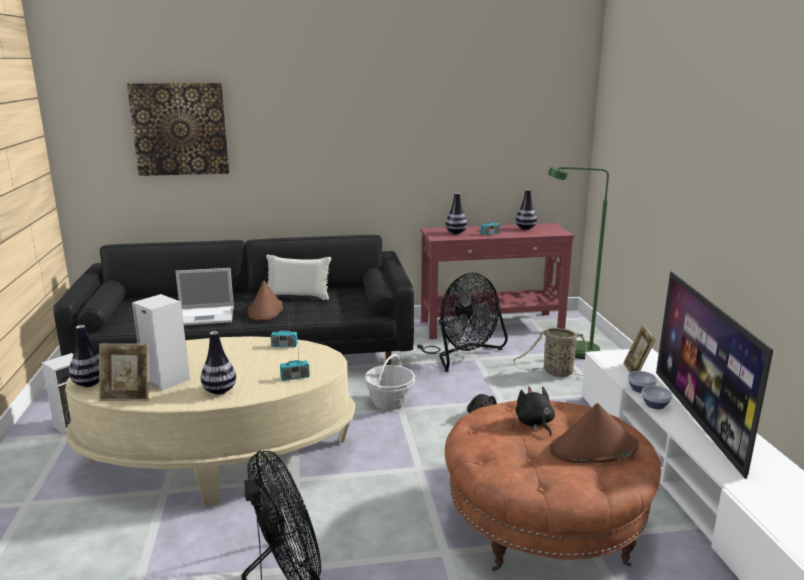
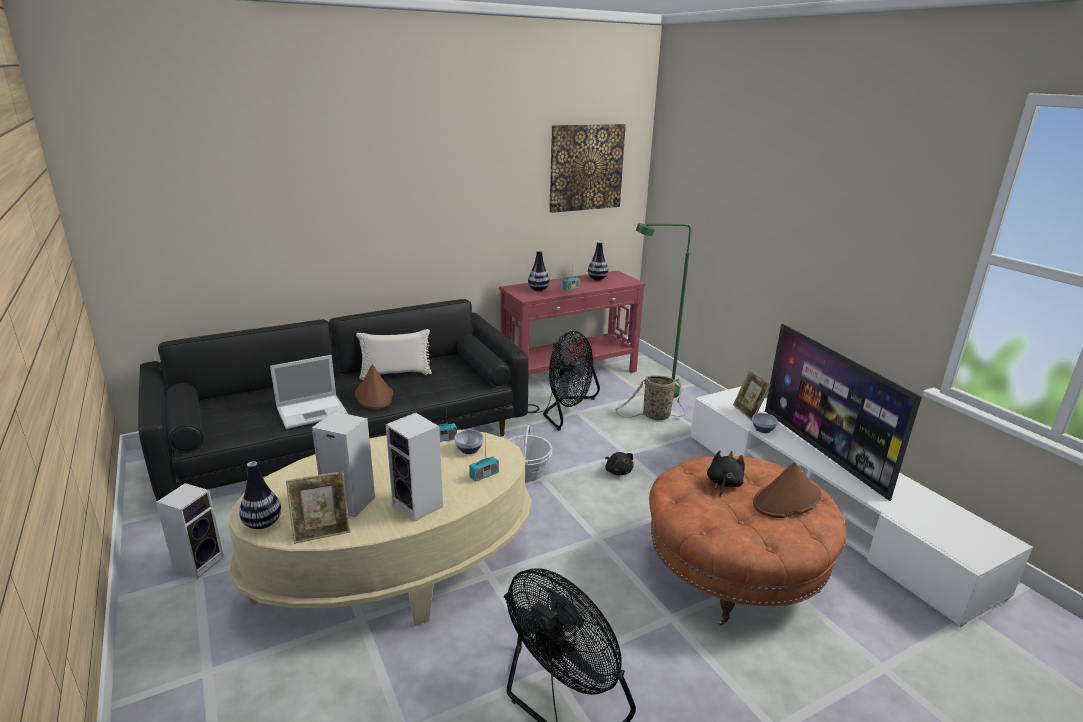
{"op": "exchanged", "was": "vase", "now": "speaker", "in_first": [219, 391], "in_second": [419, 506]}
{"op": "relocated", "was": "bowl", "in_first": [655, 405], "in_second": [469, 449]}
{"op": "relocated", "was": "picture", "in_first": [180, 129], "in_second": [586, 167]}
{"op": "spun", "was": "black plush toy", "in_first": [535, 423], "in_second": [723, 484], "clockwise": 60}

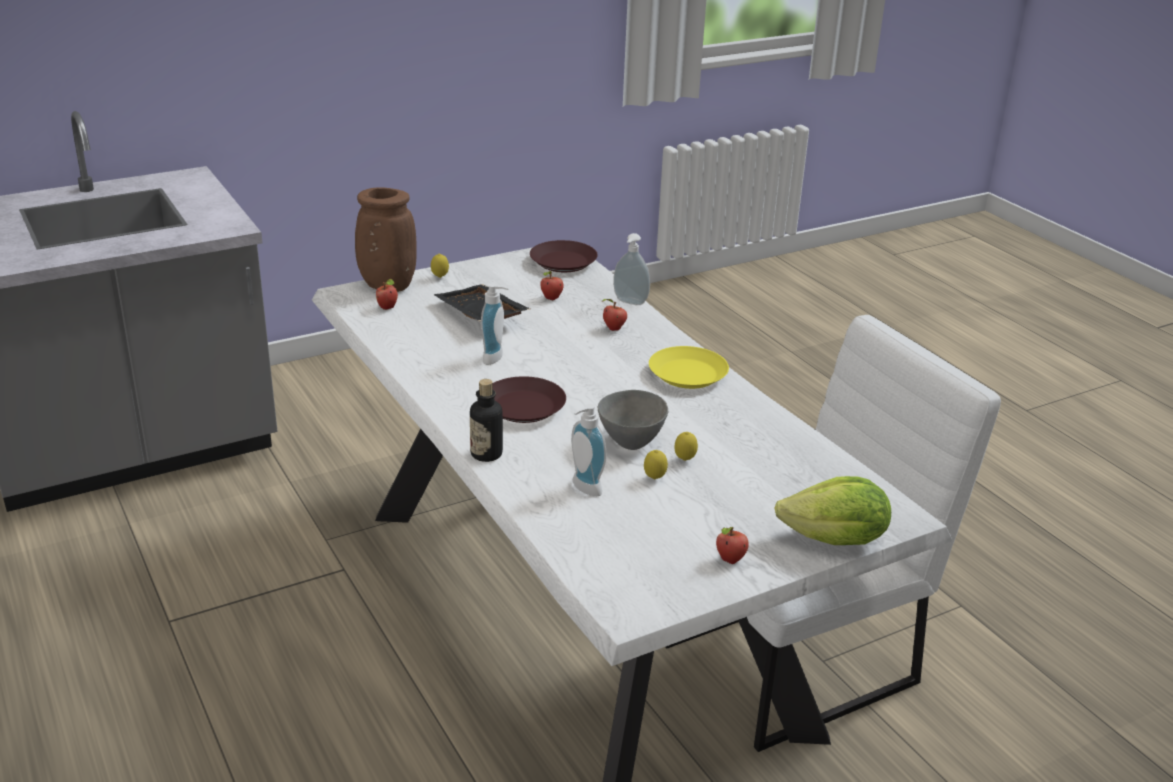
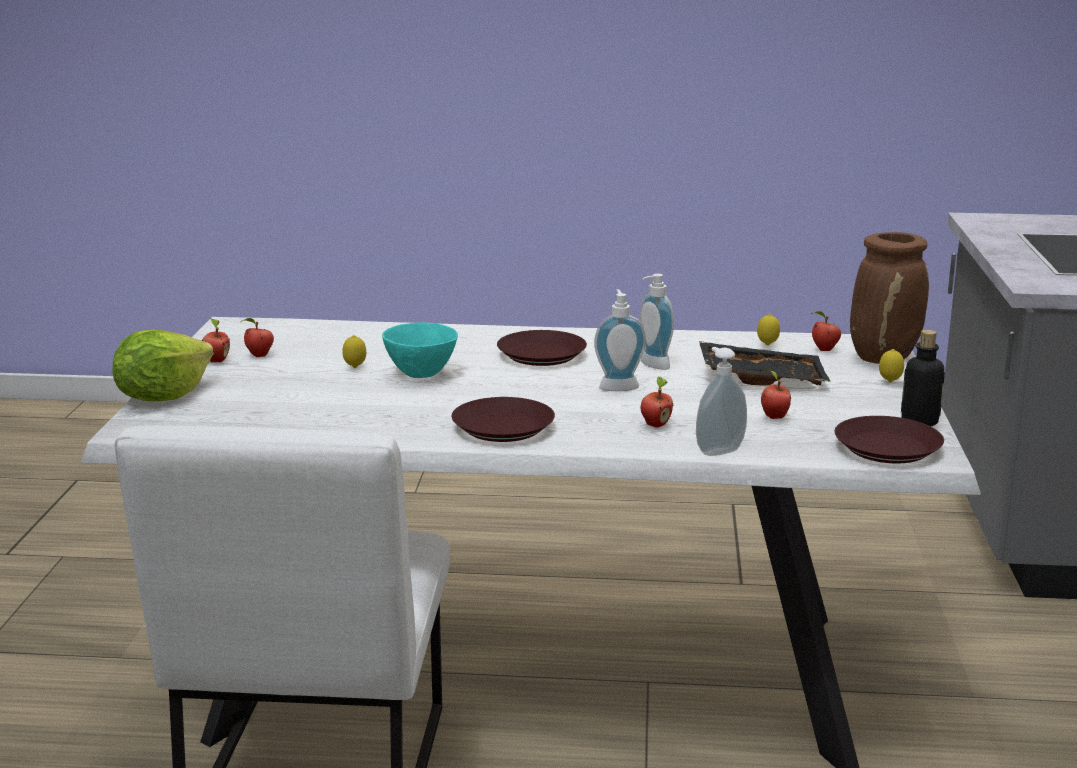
{"op": "appeared", "now": "apple", "in_second": [258, 356]}
{"op": "colour", "was": "grey bowl", "now": "turquoise bowl", "in_first": [630, 442], "in_second": [422, 374]}
{"op": "colour", "was": "yellow plate", "now": "brown plate", "in_first": [687, 374], "in_second": [502, 427]}
{"op": "relocated", "was": "soap dispenser", "in_first": [583, 489], "in_second": [618, 386]}
{"op": "relocated", "was": "lemon", "in_first": [684, 460], "in_second": [767, 345]}
{"op": "relocated", "was": "bottle", "in_first": [486, 454], "in_second": [919, 421]}

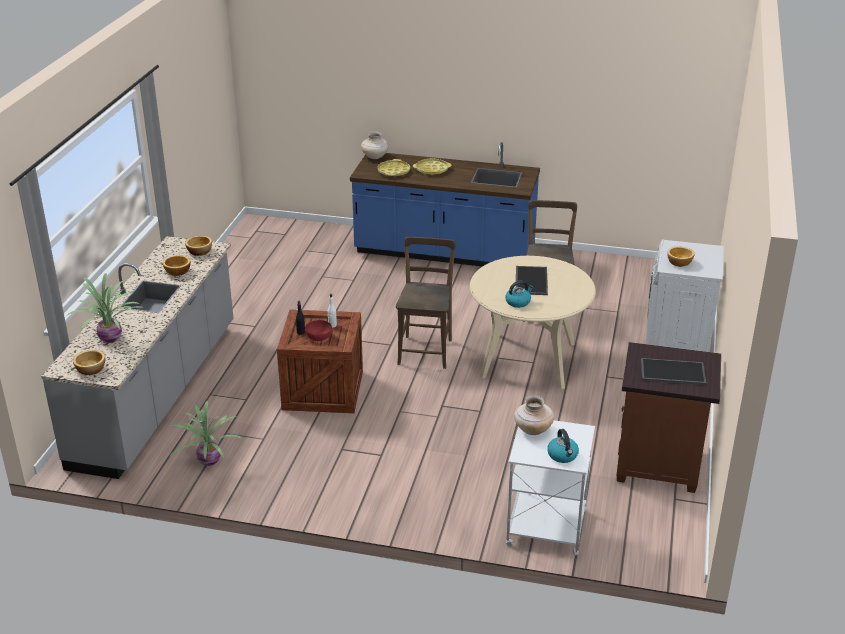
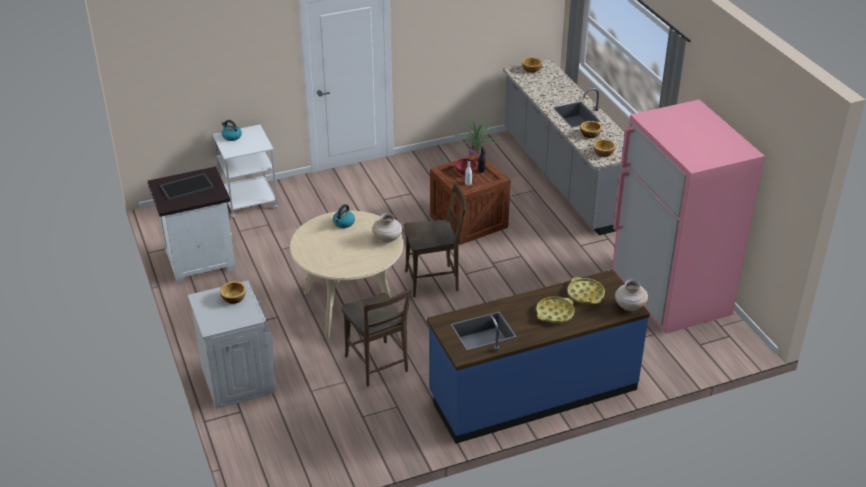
{"op": "colour", "was": "brown cabinet", "now": "white cabinet", "in_first": [660, 466], "in_second": [198, 262]}
{"op": "relocated", "was": "beige vase", "in_first": [533, 430], "in_second": [387, 239]}
{"op": "spun", "was": "brown chair", "in_first": [426, 350], "in_second": [435, 280], "clockwise": -75}
{"op": "appeared", "now": "pink fridge", "in_second": [670, 292]}
{"op": "missing", "was": "potted plant", "in_first": [111, 338]}
{"op": "missing", "was": "tray", "in_first": [530, 280]}

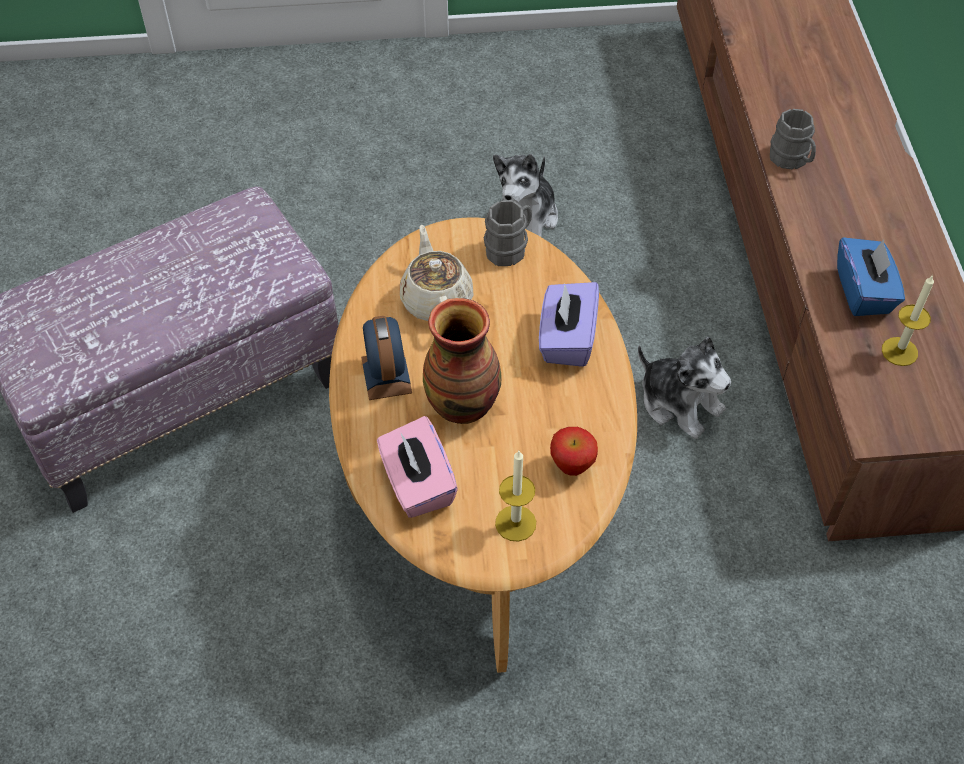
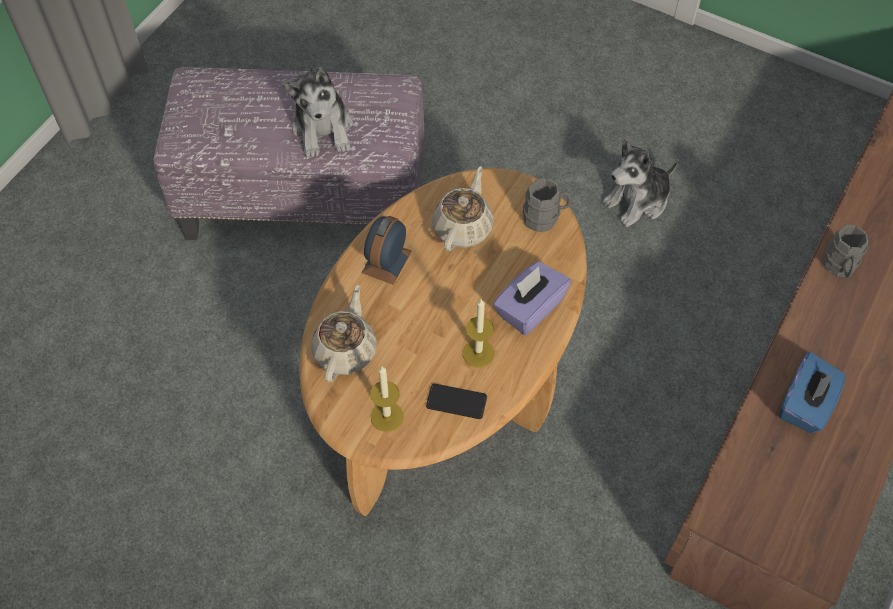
{"op": "relocated", "was": "plush toy", "in_first": [679, 403], "in_second": [323, 128]}
{"op": "exchanged", "was": "pink tissue box", "now": "beige teapot", "in_first": [417, 484], "in_second": [345, 350]}
{"op": "exchanged", "was": "apple", "now": "phone", "in_first": [572, 467], "in_second": [456, 402]}
{"op": "relocated", "was": "candle", "in_first": [899, 351], "in_second": [478, 353]}
{"op": "missing", "was": "vase", "in_first": [464, 404]}

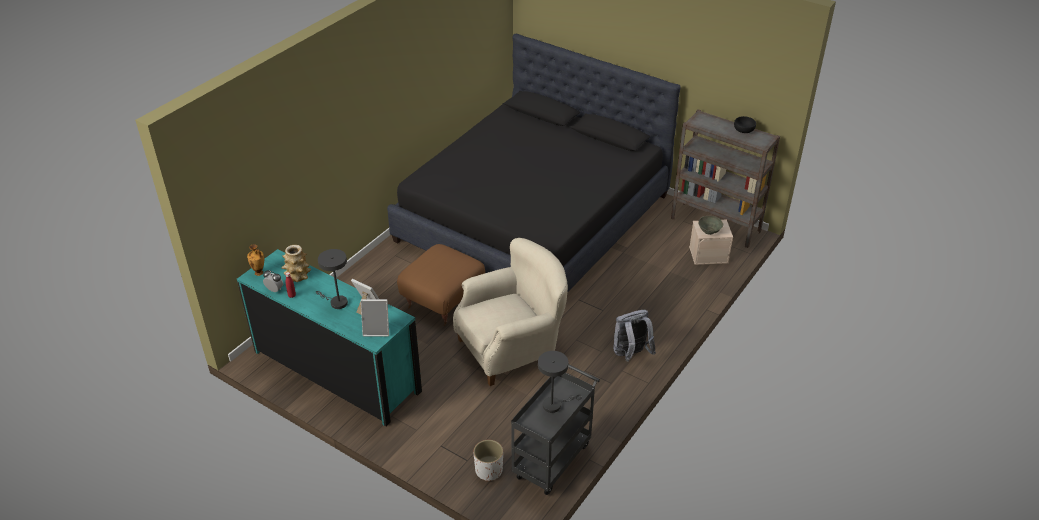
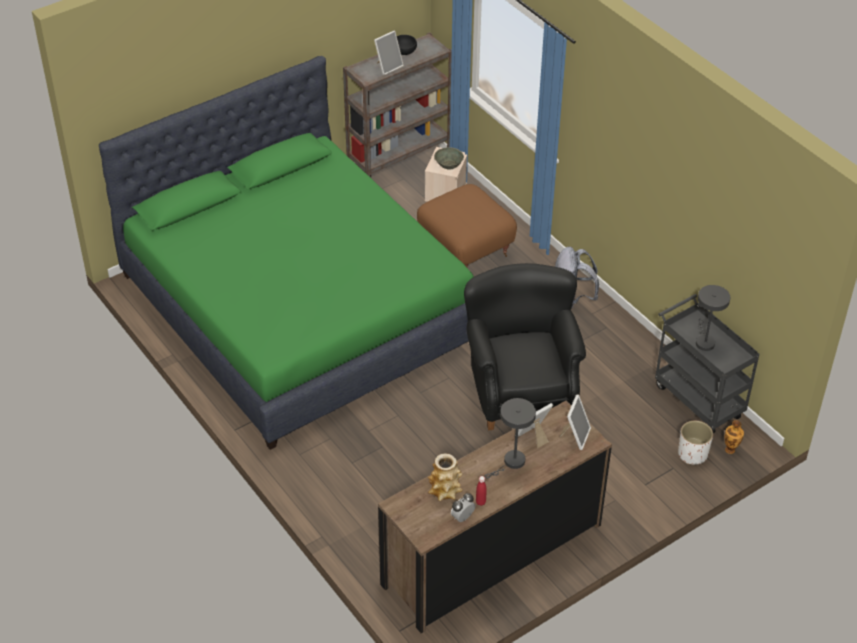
{"op": "colour", "was": "black bed", "now": "green bed", "in_first": [533, 218], "in_second": [299, 307]}
{"op": "appeared", "now": "picture frame", "in_second": [388, 66]}
{"op": "colour", "was": "turquoise dresser", "now": "brown dresser", "in_first": [336, 370], "in_second": [490, 554]}
{"op": "relocated", "was": "brown ottoman", "in_first": [443, 300], "in_second": [465, 248]}
{"op": "colour", "was": "beige armchair", "now": "black armchair", "in_first": [511, 348], "in_second": [521, 389]}
{"op": "relocated", "was": "vase", "in_first": [259, 273], "in_second": [730, 449]}

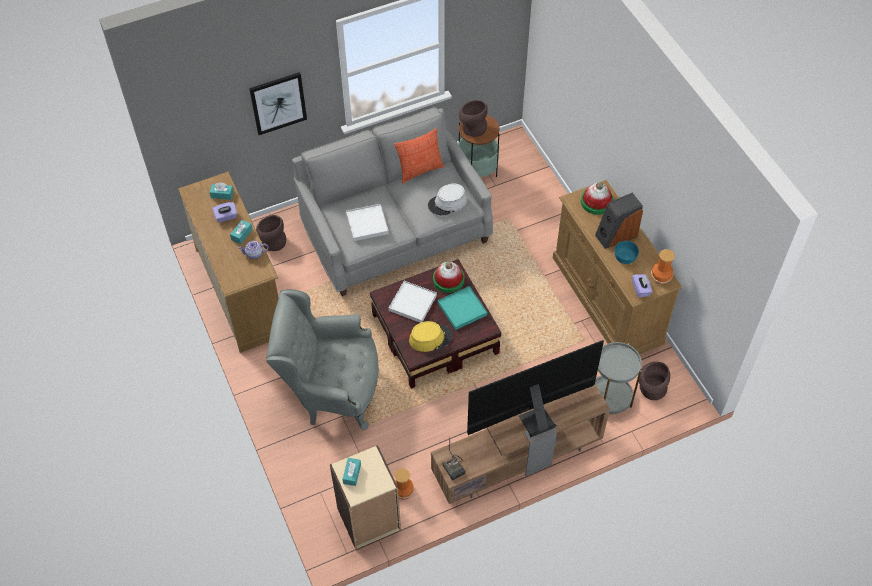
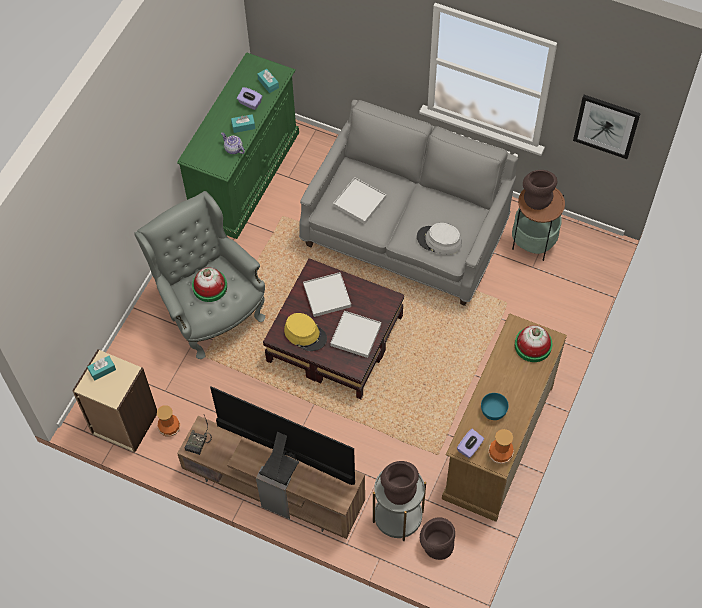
{"op": "colour", "was": "brown cabinet", "now": "green cabinet", "in_first": [241, 290], "in_second": [246, 175]}
{"op": "relocated", "was": "hat", "in_first": [448, 279], "in_second": [210, 287]}
{"op": "colour", "was": "turquoise tray", "now": "white tray", "in_first": [462, 309], "in_second": [356, 335]}
{"op": "relocated", "was": "brown vase", "in_first": [272, 241], "in_second": [398, 488]}
{"op": "relocated", "was": "picture", "in_first": [278, 103], "in_second": [606, 126]}
{"op": "missing", "was": "orange pillow", "in_first": [420, 170]}
{"op": "missing", "was": "speaker", "in_first": [616, 235]}

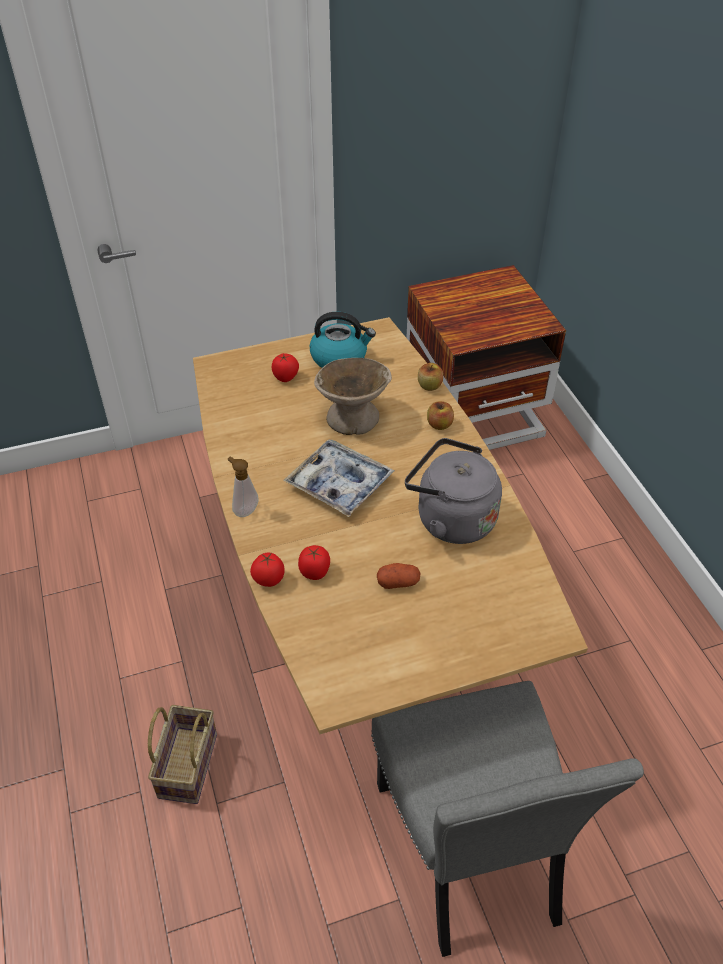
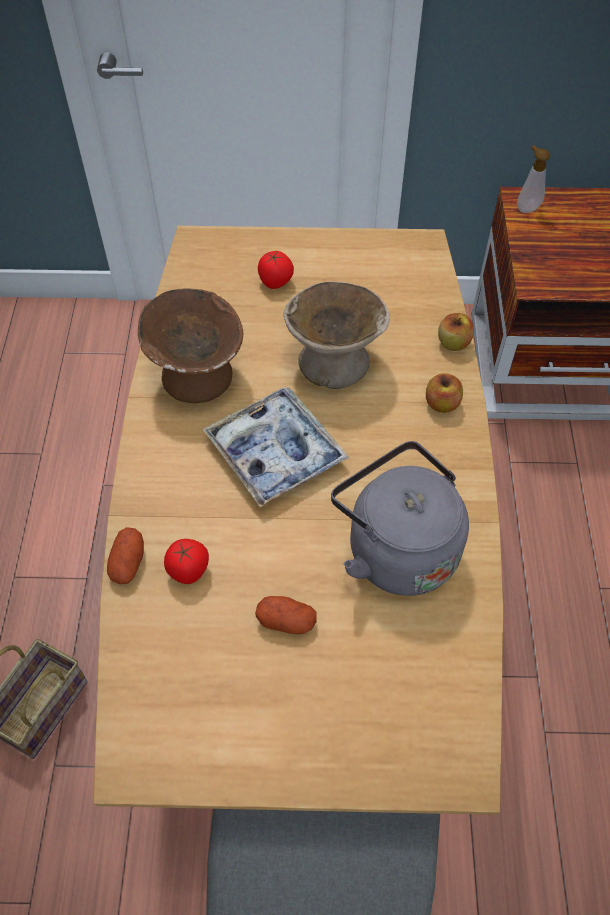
{"op": "exchanged", "was": "tomato", "now": "potato", "in_first": [268, 580], "in_second": [128, 562]}
{"op": "appeared", "now": "brown bowl", "in_second": [197, 375]}
{"op": "relocated", "was": "soap dispenser", "in_first": [244, 510], "in_second": [526, 207]}
{"op": "missing", "was": "kettle", "in_first": [340, 357]}

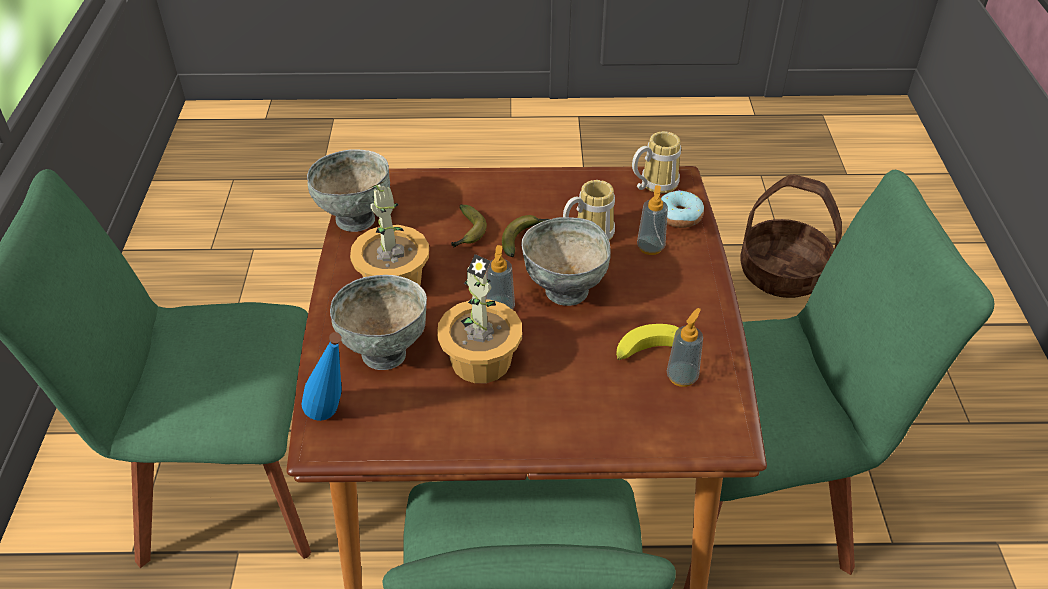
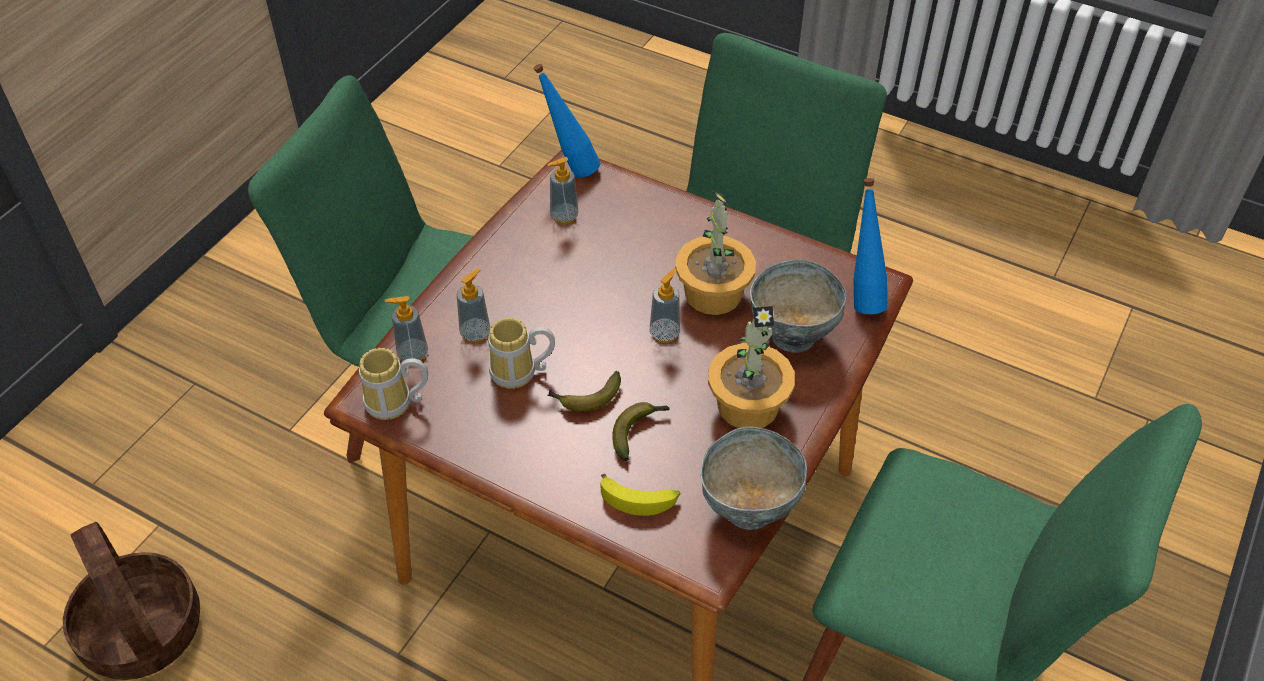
{"op": "exchanged", "was": "donut", "now": "soap dispenser", "in_first": [679, 216], "in_second": [412, 354]}
{"op": "appeared", "now": "blue bottle", "in_second": [570, 168]}
{"op": "relocated", "was": "banana", "in_first": [647, 351], "in_second": [639, 498]}
{"op": "missing", "was": "grey bowl", "in_first": [565, 291]}

